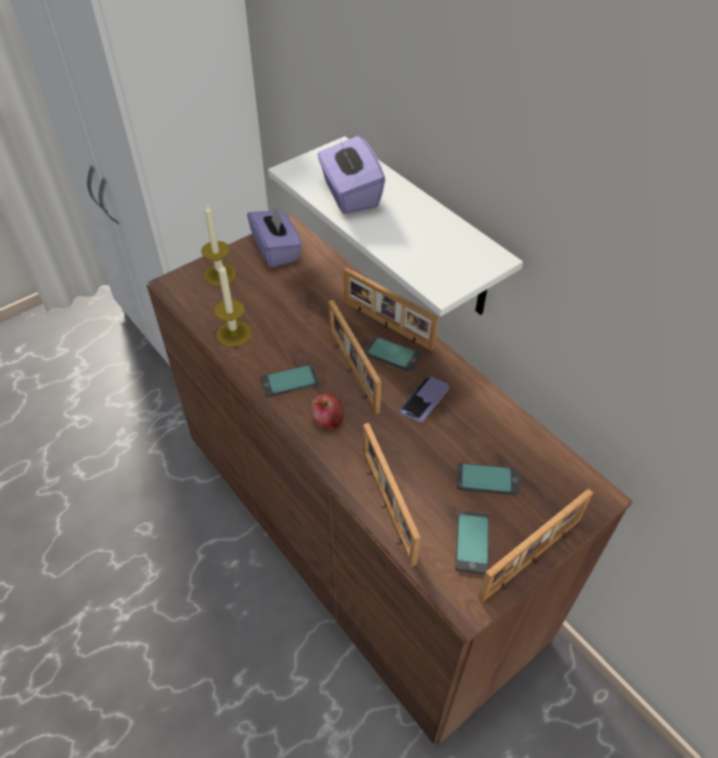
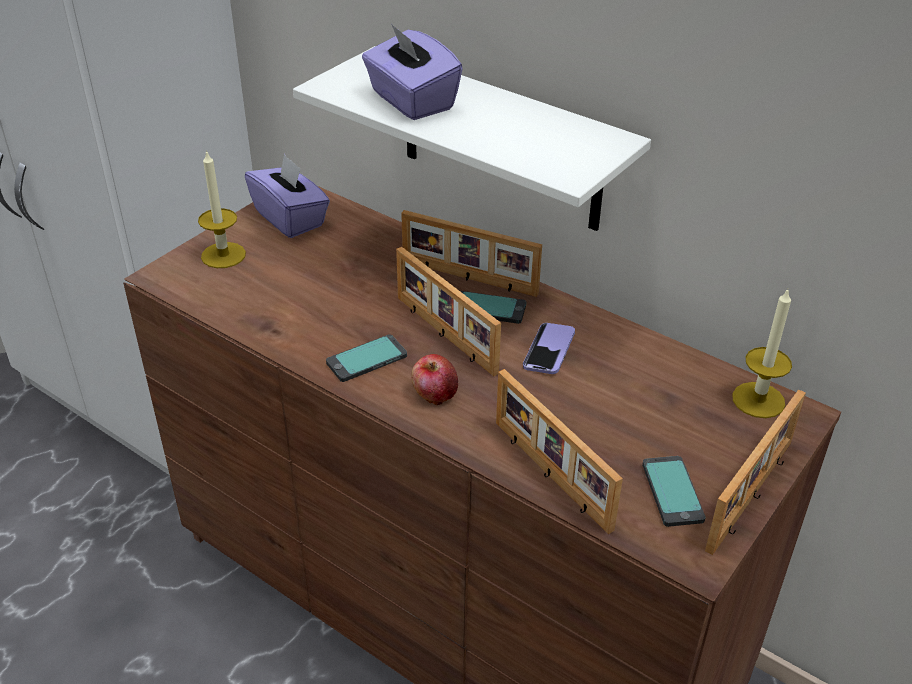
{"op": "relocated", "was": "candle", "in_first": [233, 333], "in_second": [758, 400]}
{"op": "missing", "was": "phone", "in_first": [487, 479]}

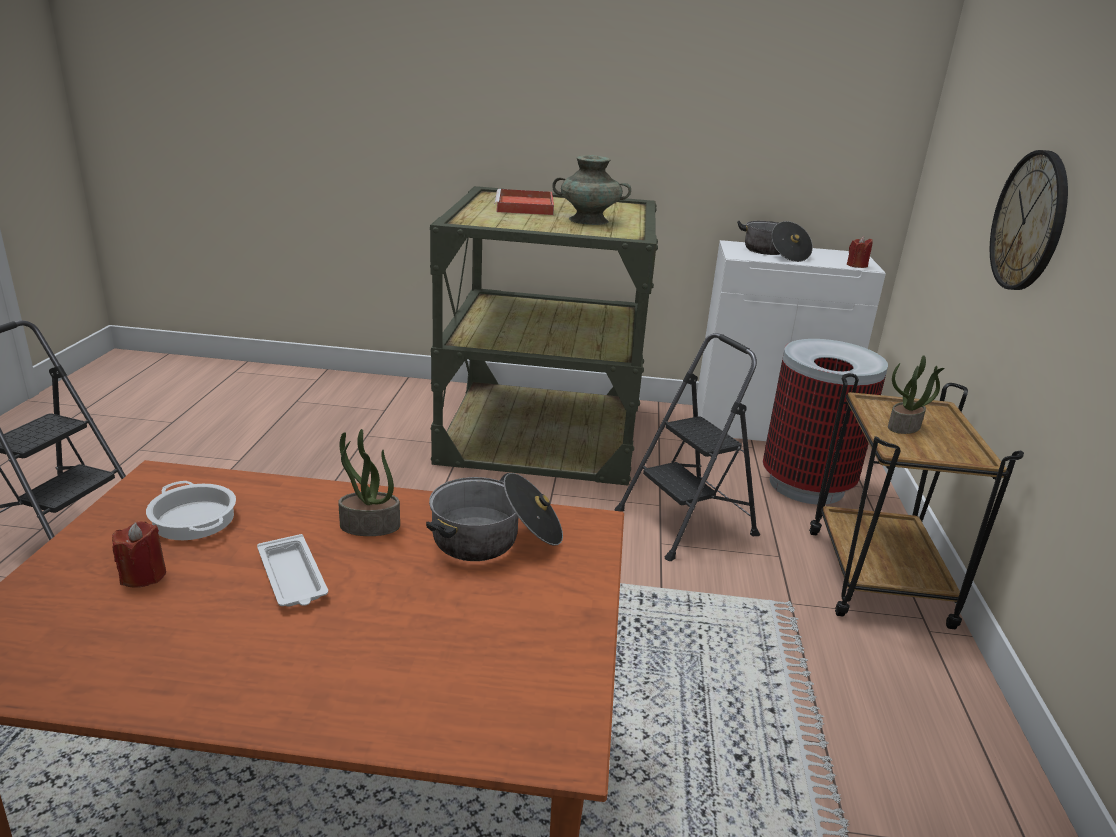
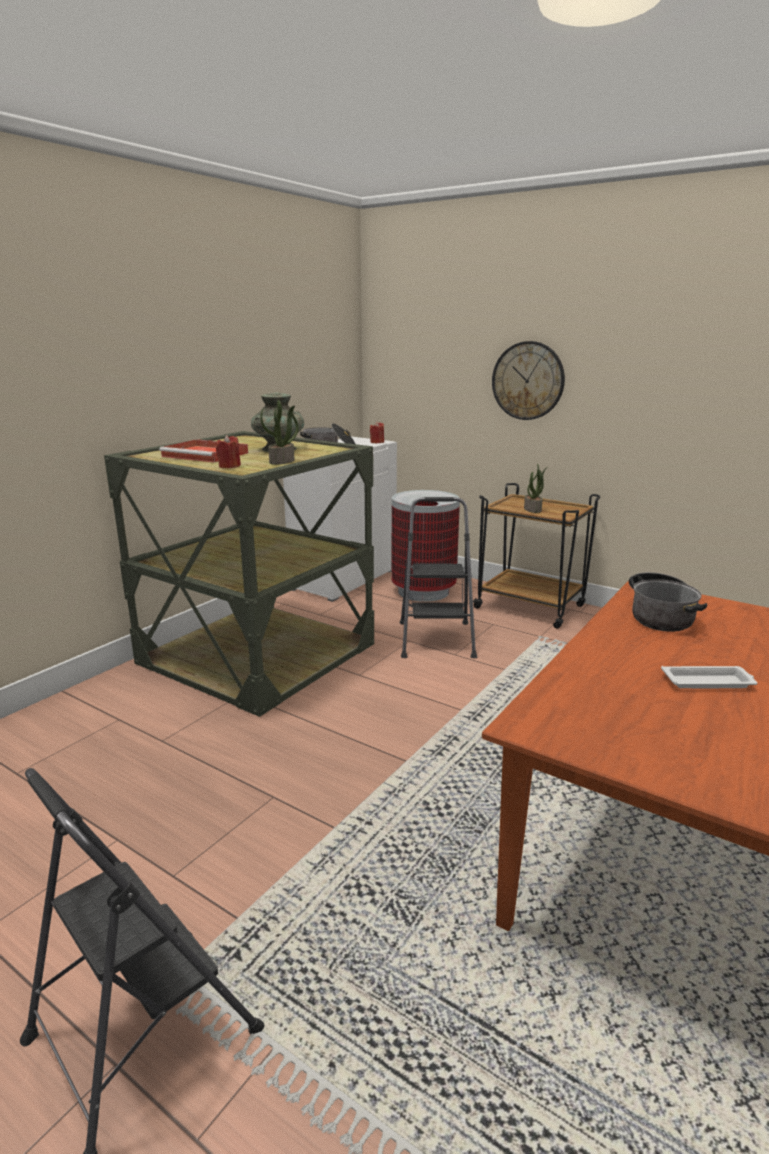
{"op": "relocated", "was": "red candle", "in_first": [143, 575], "in_second": [229, 466]}
{"op": "relocated", "was": "potted plant", "in_first": [369, 526], "in_second": [282, 461]}
{"op": "missing", "was": "cooking pot", "in_first": [195, 519]}

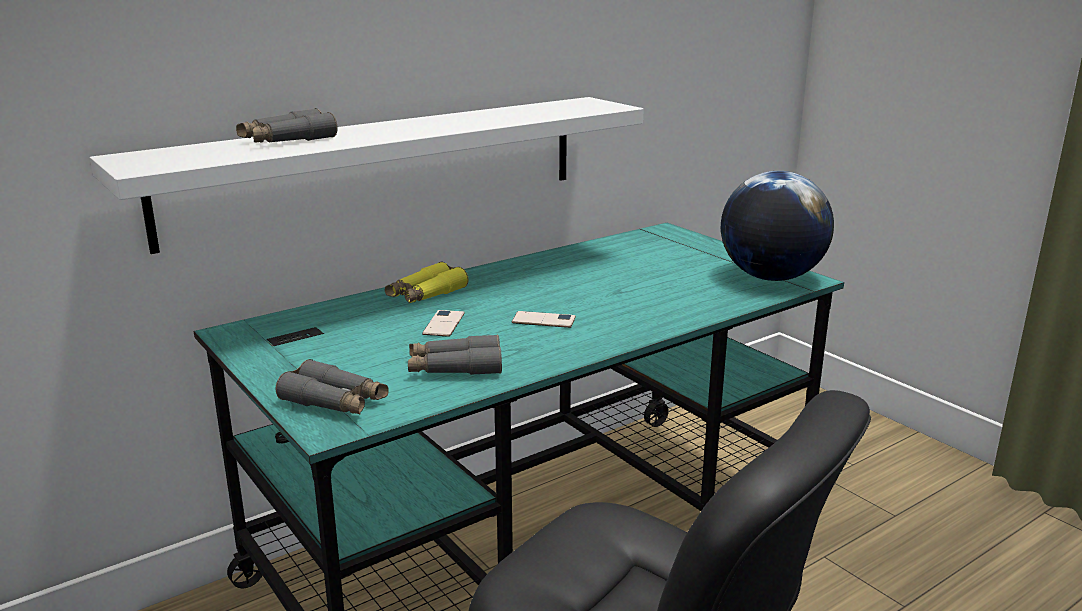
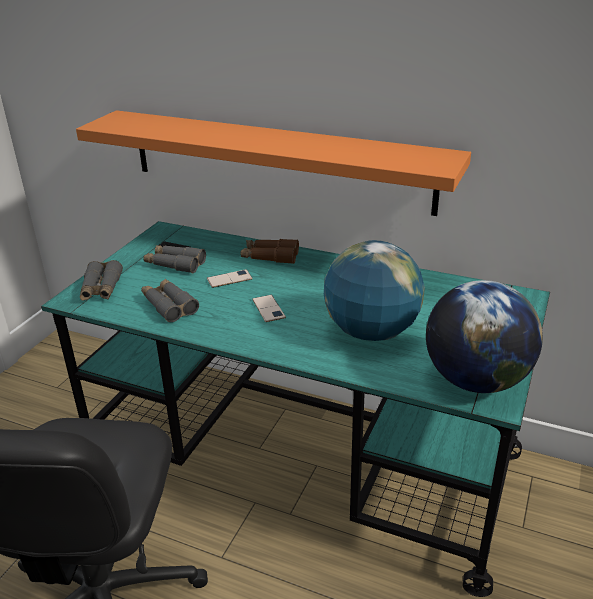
{"op": "colour", "was": "white shelf", "now": "orange shelf", "in_first": [382, 167], "in_second": [277, 160]}
{"op": "relocated", "was": "grey binoculars", "in_first": [287, 140], "in_second": [175, 264]}
{"op": "colour", "was": "yellow binoculars", "now": "brown binoculars", "in_first": [426, 294], "in_second": [270, 257]}
{"op": "appeared", "now": "globe", "in_second": [371, 332]}

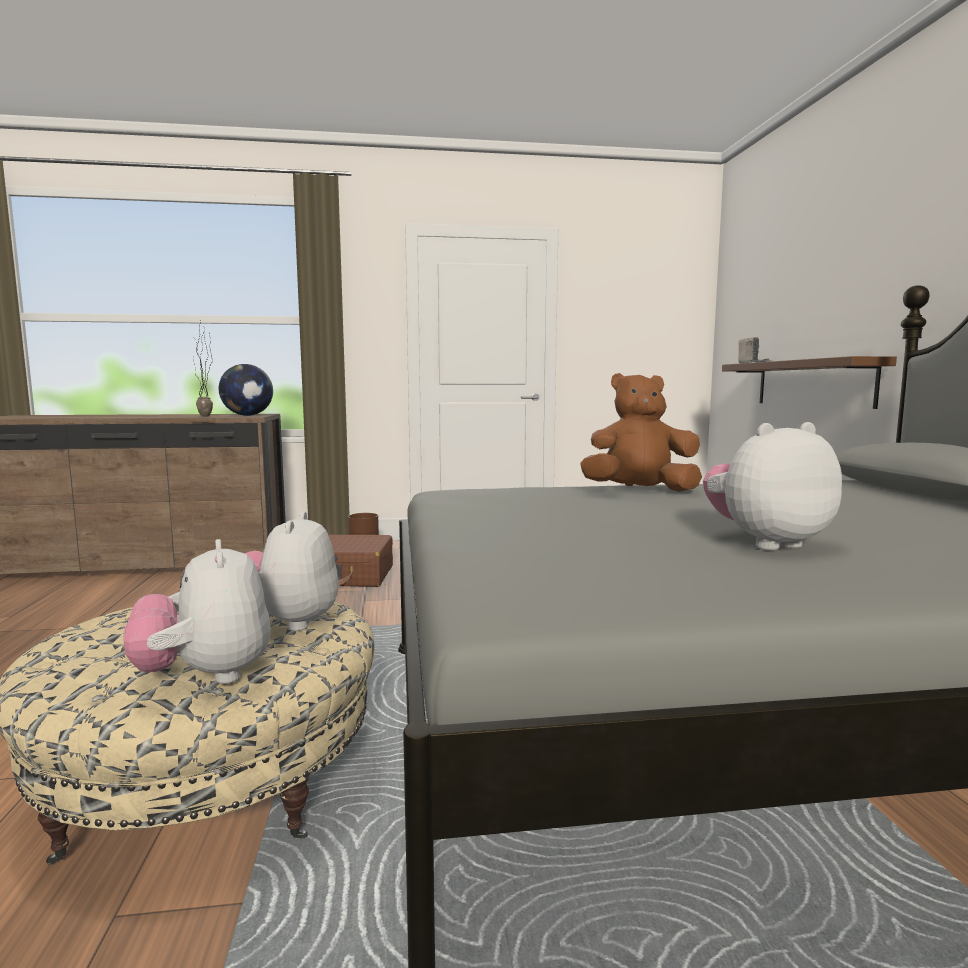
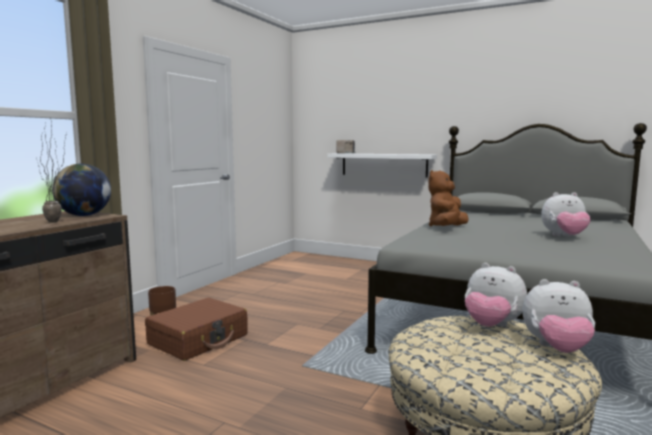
{"op": "colour", "was": "brown shelf", "now": "white shelf", "in_first": [812, 383], "in_second": [383, 165]}
{"op": "spun", "was": "plush toy", "in_first": [765, 542], "in_second": [564, 237], "clockwise": -105}

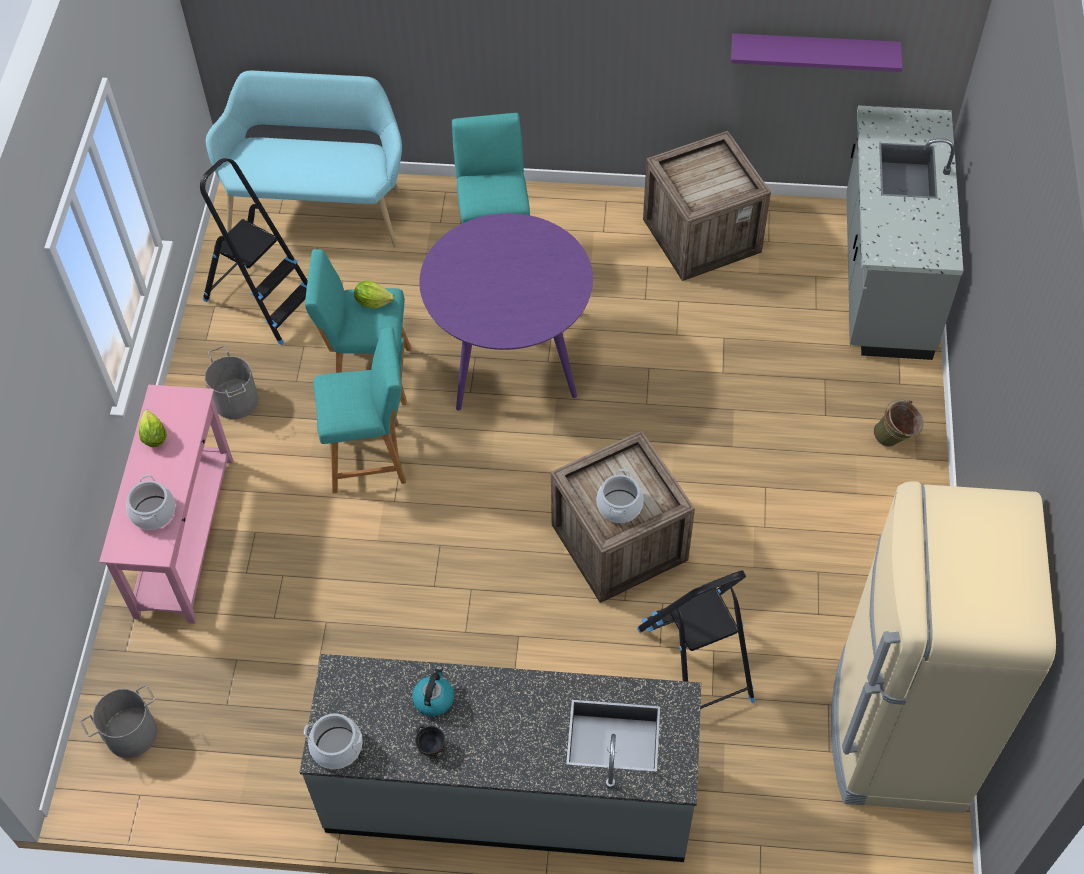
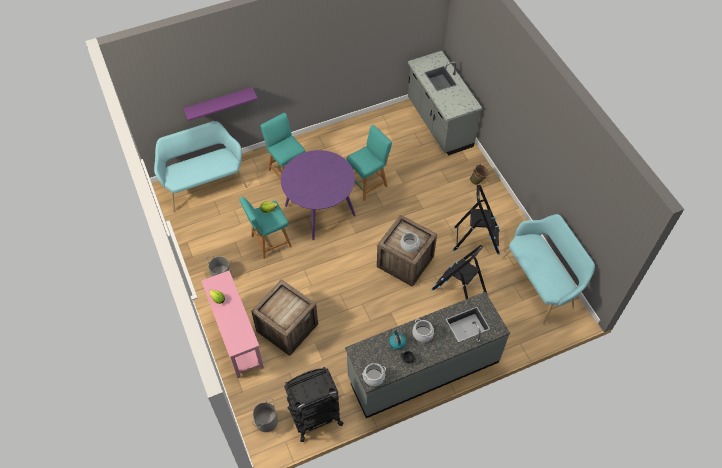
{"op": "relocated", "was": "purple shelf", "in_first": [814, 51], "in_second": [219, 103]}
{"op": "relocated", "was": "crate", "in_first": [702, 234], "in_second": [287, 326]}
{"op": "appeared", "now": "black cart", "in_second": [315, 416]}
{"op": "relocated", "was": "turquoise stool", "in_first": [371, 456], "in_second": [368, 183]}
{"op": "relocated", "was": "cooking pot", "in_first": [153, 513], "in_second": [422, 334]}
{"op": "relocated", "was": "black step ladder", "in_first": [263, 302], "in_second": [477, 240]}
{"op": "exchanged", "was": "beige fridge", "now": "turquoise bench", "in_first": [897, 733], "in_second": [541, 283]}

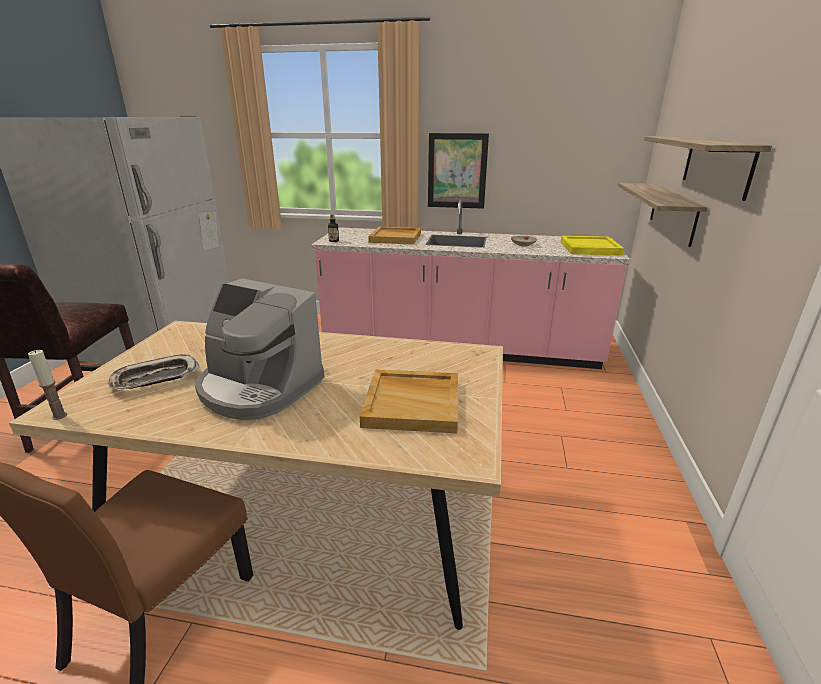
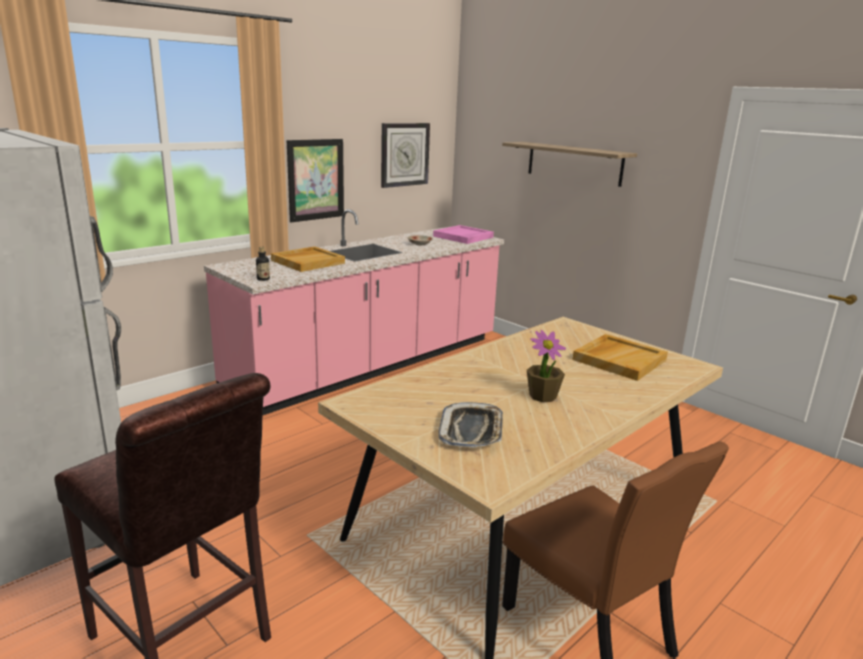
{"op": "appeared", "now": "wall clock", "in_second": [404, 154]}
{"op": "colour", "was": "yellow tray", "now": "pink tray", "in_first": [589, 248], "in_second": [463, 237]}
{"op": "exchanged", "was": "coffee machine", "now": "potted plant", "in_first": [258, 388], "in_second": [543, 396]}
{"op": "missing", "was": "candle", "in_first": [59, 416]}
{"op": "missing", "was": "shelf", "in_first": [673, 212]}

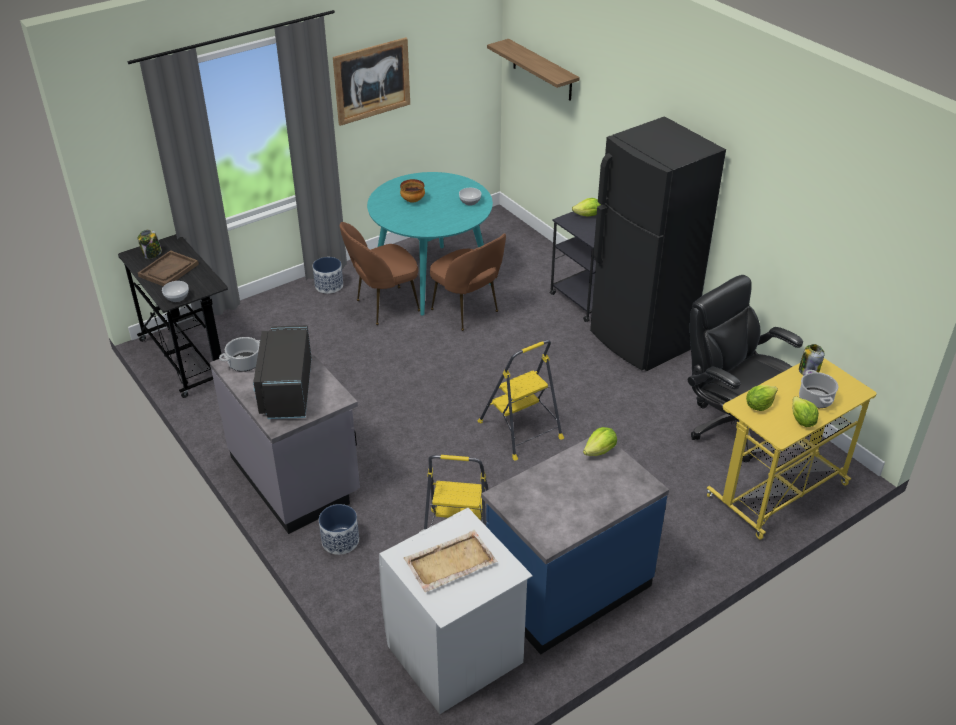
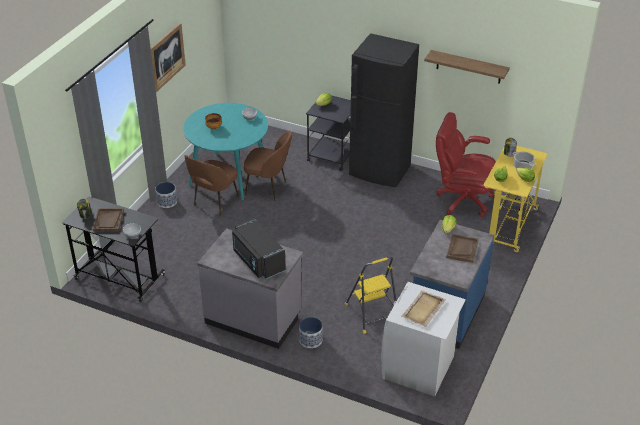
{"op": "relocated", "was": "shelf", "in_first": [542, 70], "in_second": [468, 67]}
{"op": "colour", "was": "black office chair", "now": "red office chair", "in_first": [732, 425], "in_second": [462, 200]}
{"op": "appeared", "now": "brown tray", "in_second": [462, 249]}
{"op": "missing", "was": "cooking pot", "in_first": [244, 363]}
{"op": "missing", "was": "yellow step ladder", "in_first": [521, 431]}

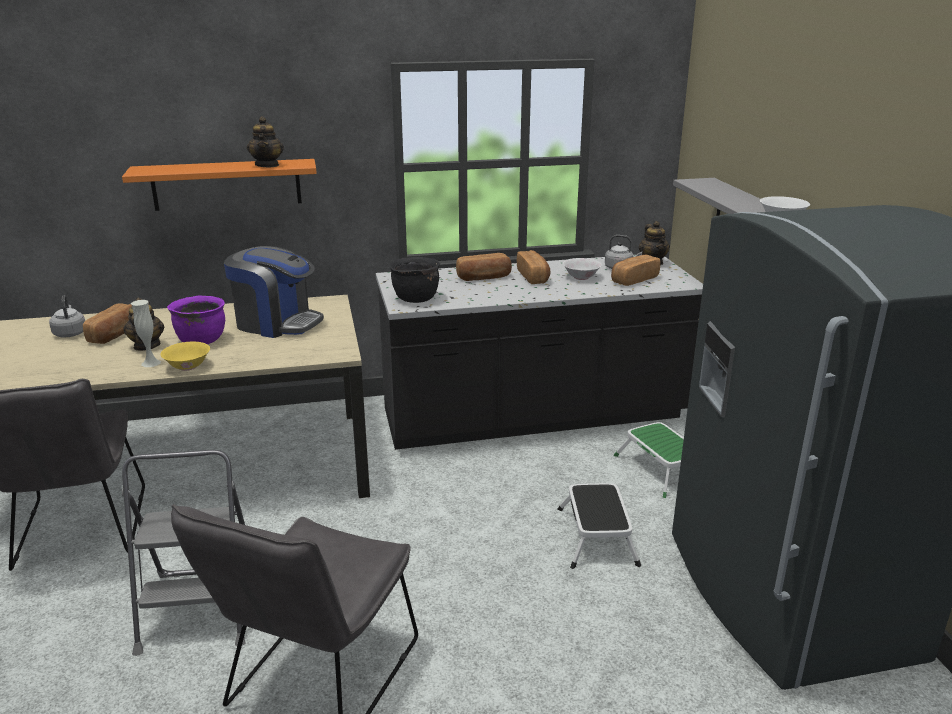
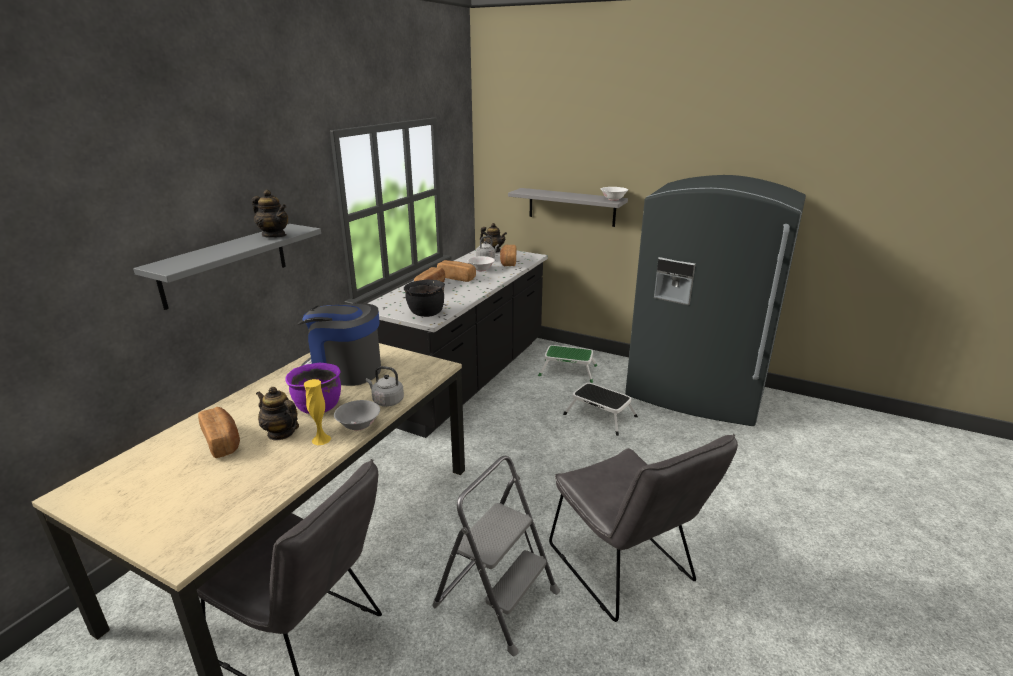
{"op": "colour", "was": "orange shelf", "now": "grey shelf", "in_first": [227, 184], "in_second": [225, 264]}
{"op": "spun", "was": "coffee machine", "in_first": [277, 323], "in_second": [345, 370], "clockwise": -135}
{"op": "colour", "was": "white vase", "now": "yellow vase", "in_first": [151, 363], "in_second": [321, 439]}
{"op": "colour", "was": "yellow bowl", "now": "grey bowl", "in_first": [188, 366], "in_second": [359, 425]}
{"op": "relocated", "was": "grey kettle", "in_first": [70, 333], "in_second": [386, 401]}

